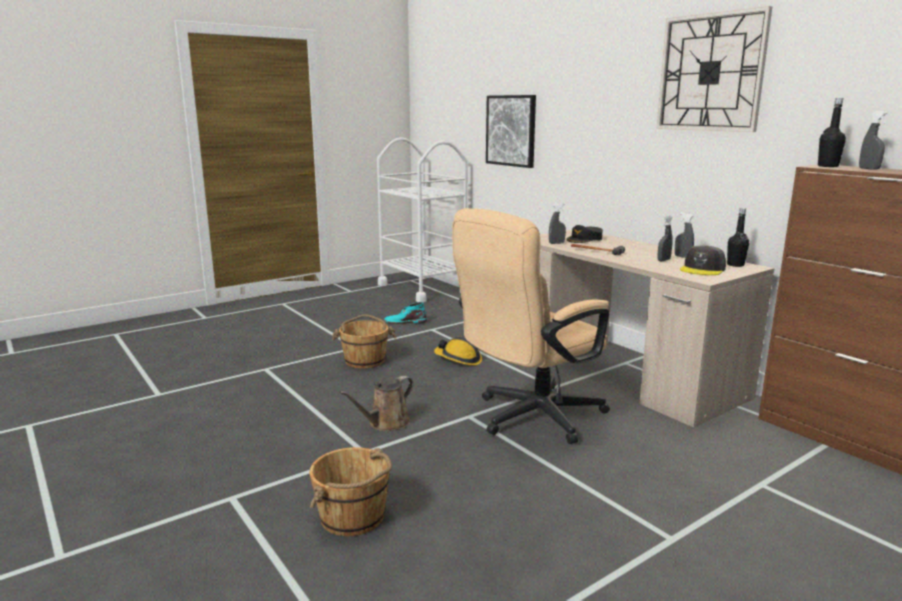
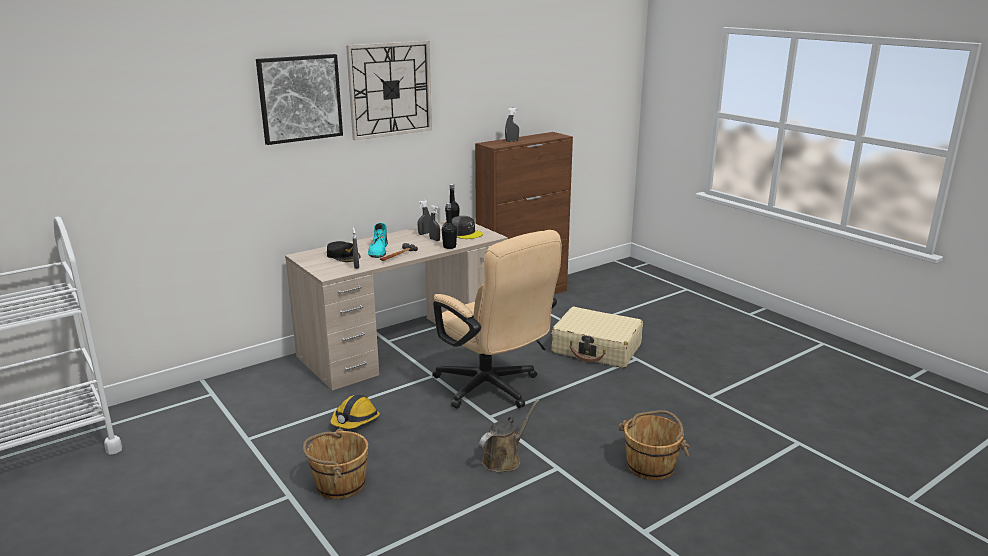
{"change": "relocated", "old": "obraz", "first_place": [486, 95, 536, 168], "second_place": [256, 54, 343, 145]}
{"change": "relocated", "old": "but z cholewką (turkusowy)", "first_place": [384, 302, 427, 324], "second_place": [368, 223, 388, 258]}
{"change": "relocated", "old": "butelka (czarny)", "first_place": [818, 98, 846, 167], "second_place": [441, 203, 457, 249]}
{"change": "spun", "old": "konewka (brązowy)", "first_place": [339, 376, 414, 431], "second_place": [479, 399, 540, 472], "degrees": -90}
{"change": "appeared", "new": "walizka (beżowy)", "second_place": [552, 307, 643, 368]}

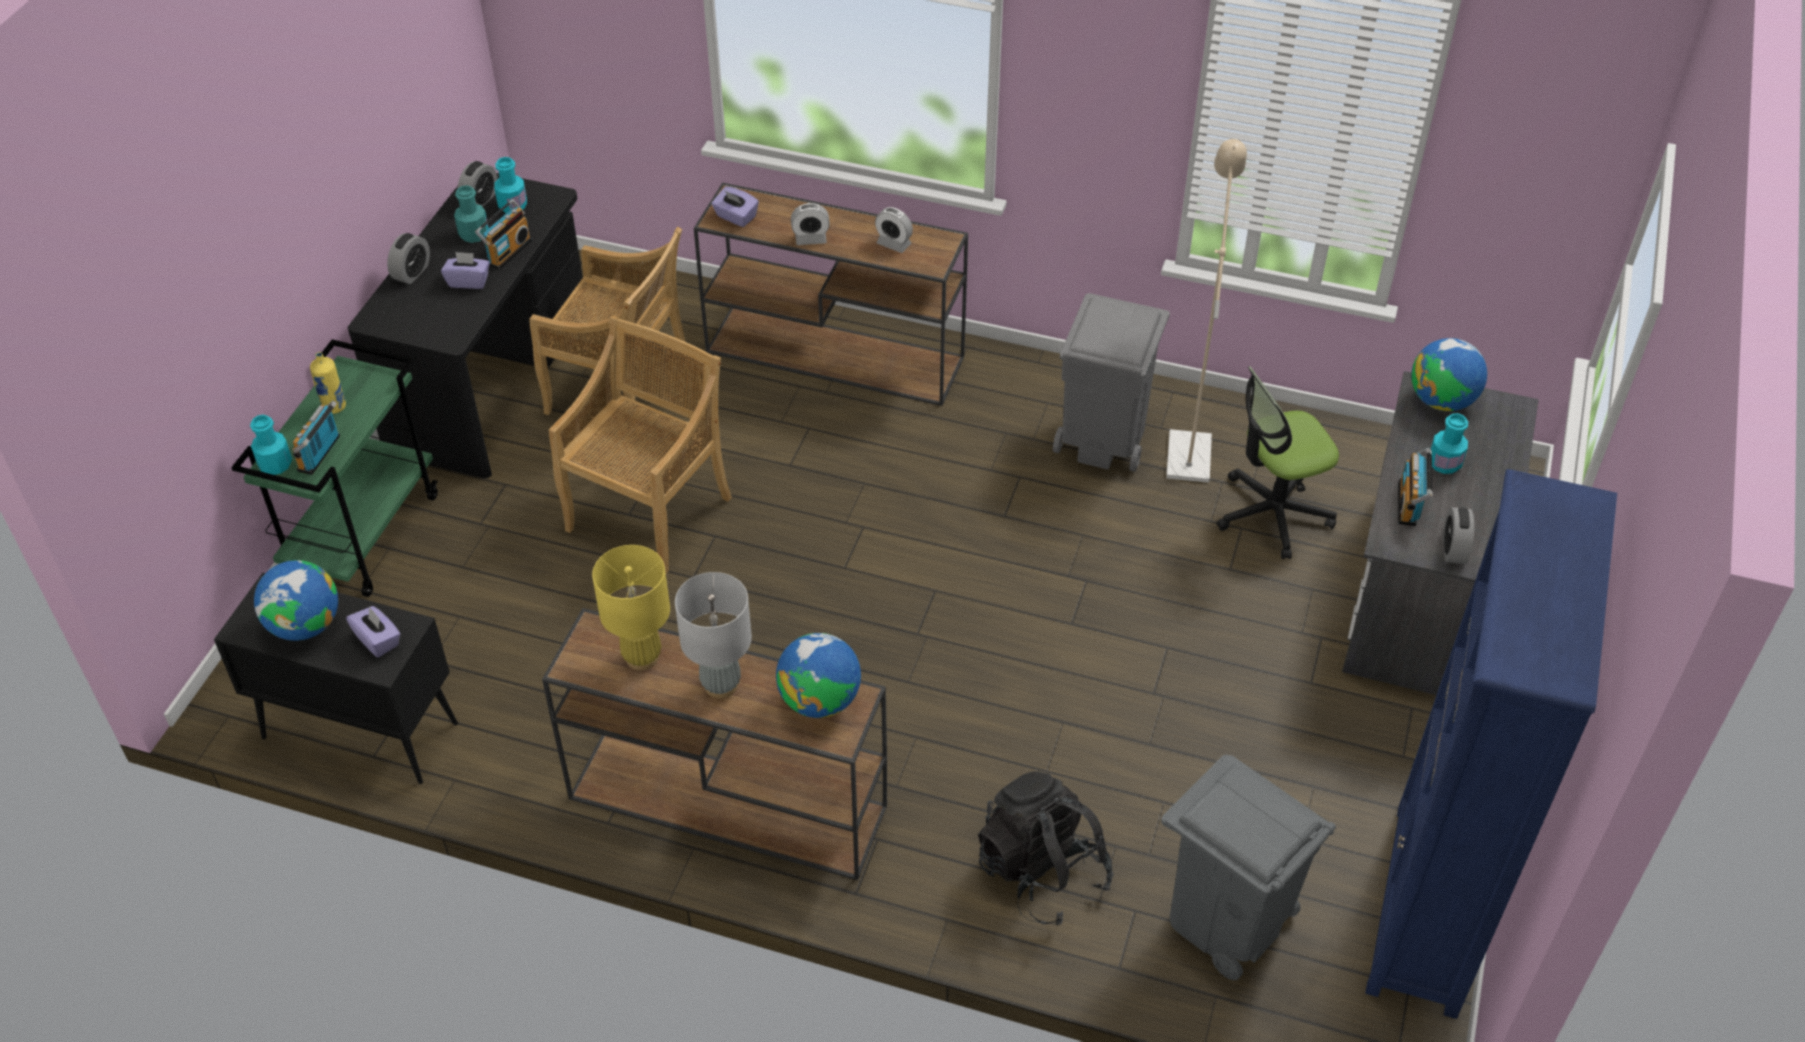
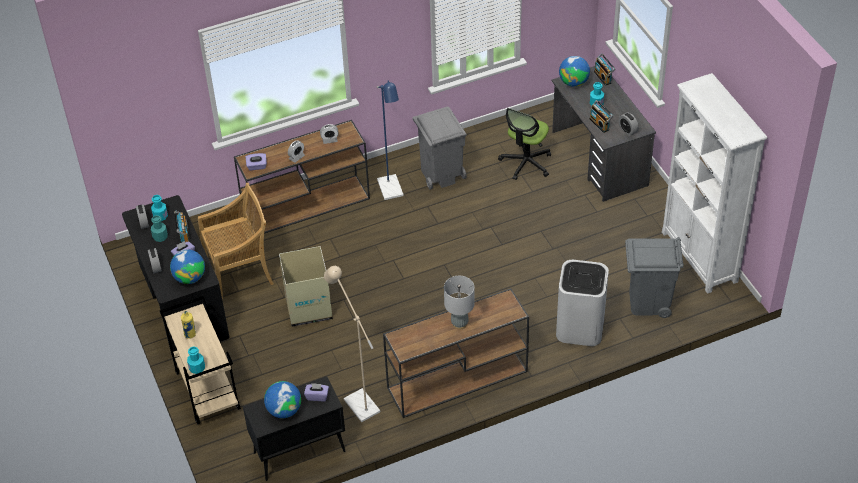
{"change": "colour", "old": "wózek (zielony)", "new": "wózek (beżowy)", "first_place": [231, 339, 438, 597], "second_place": [160, 296, 241, 424]}
{"change": "relocated", "old": "globus", "first_place": [776, 633, 861, 718], "second_place": [170, 250, 205, 284]}
{"change": "exchanged", "old": "krzesło (beżowy)", "new": "karton", "first_place": [549, 316, 732, 574], "second_place": [279, 246, 333, 327]}
{"change": "relocated", "old": "lampa stojąca (beżowy)", "first_place": [1166, 139, 1247, 483], "second_place": [324, 266, 380, 422]}
{"change": "appeared", "new": "lampa stojąca (niebieski)", "second_place": [377, 80, 404, 200]}
{"change": "exchanged", "old": "plecak (czarny)", "new": "kosz na śmieci (biały)", "first_place": [978, 771, 1113, 925], "second_place": [556, 260, 609, 346]}
{"change": "relocated", "old": "radio", "first_place": [292, 400, 340, 475], "second_place": [594, 53, 615, 86]}
{"change": "colour", "old": "regał (niebieski)", "new": "regał (biały)", "first_place": [1365, 469, 1617, 1019], "second_place": [662, 73, 767, 294]}
{"change": "missing", "old": "lampa stołowa (żółty)", "first_place": [592, 545, 670, 670]}

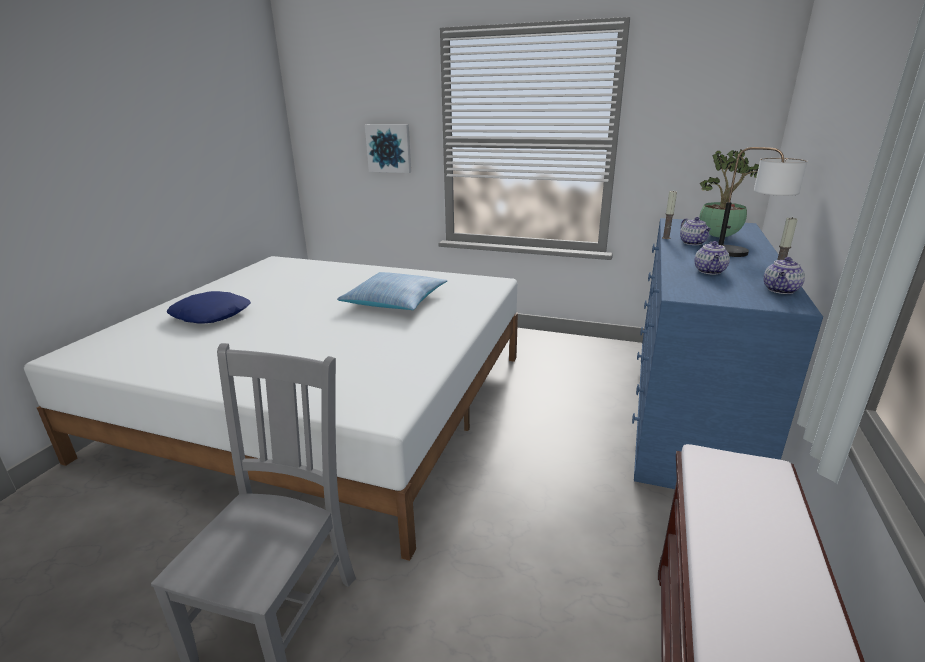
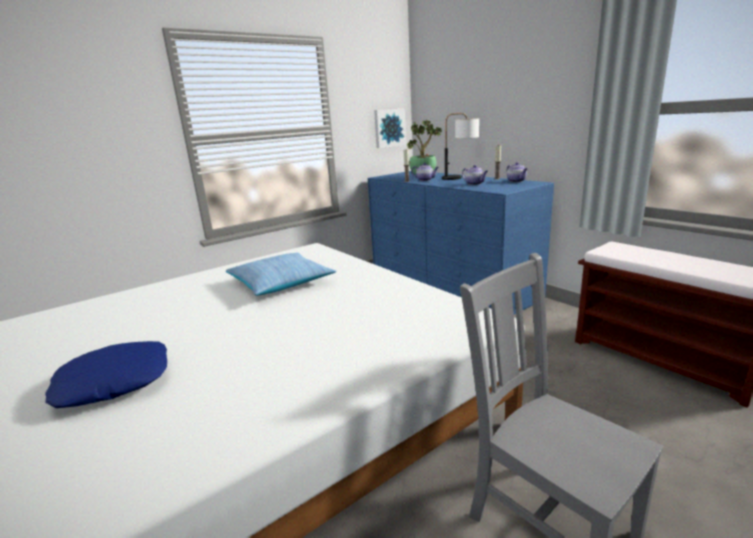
{"change": "relocated", "old": "obraz", "first_place": [365, 124, 411, 173], "second_place": [374, 109, 406, 148]}

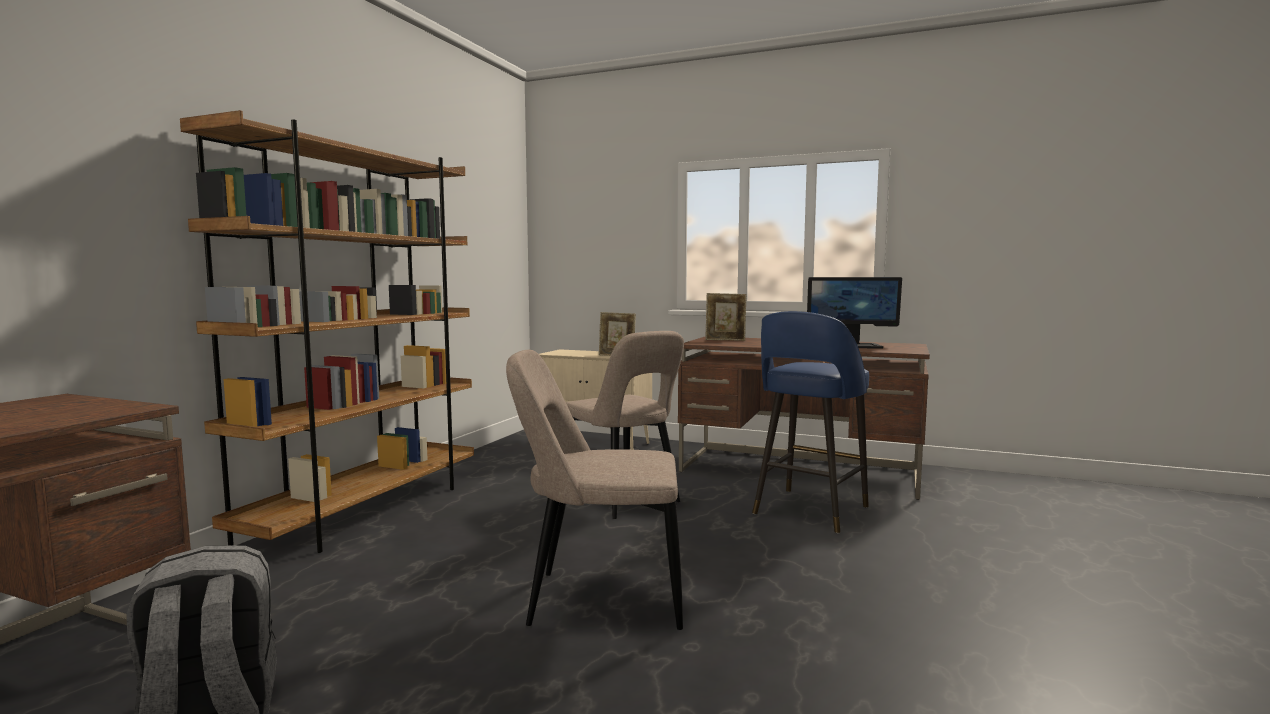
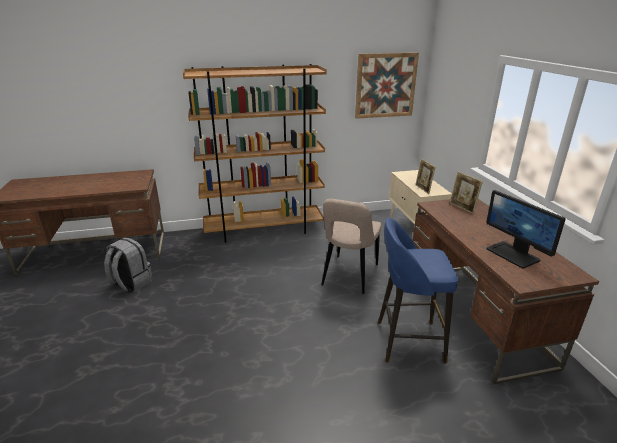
{"change": "appeared", "new": "obraz", "second_place": [355, 53, 419, 119]}
{"change": "missing", "old": "krzesło (beżowy)", "first_place": [506, 350, 683, 630]}

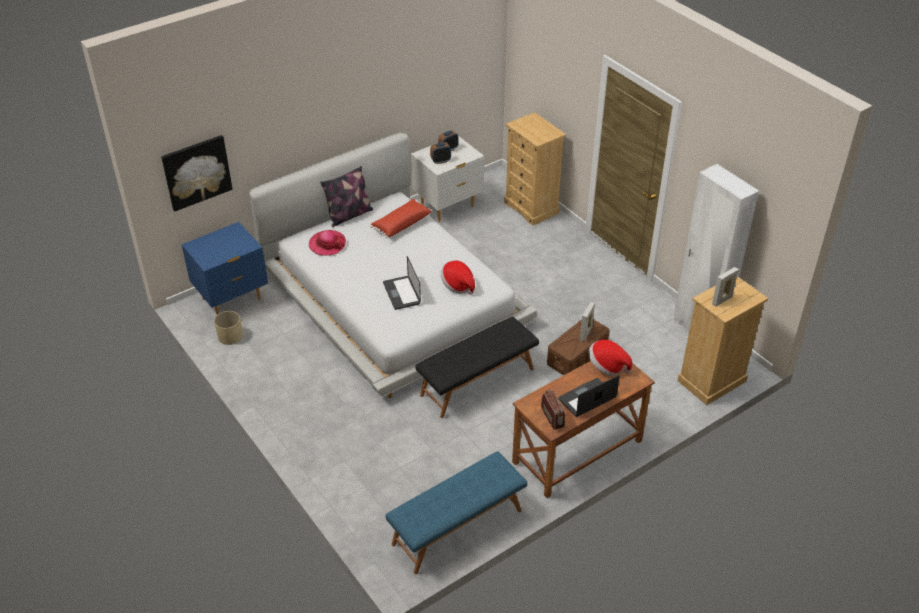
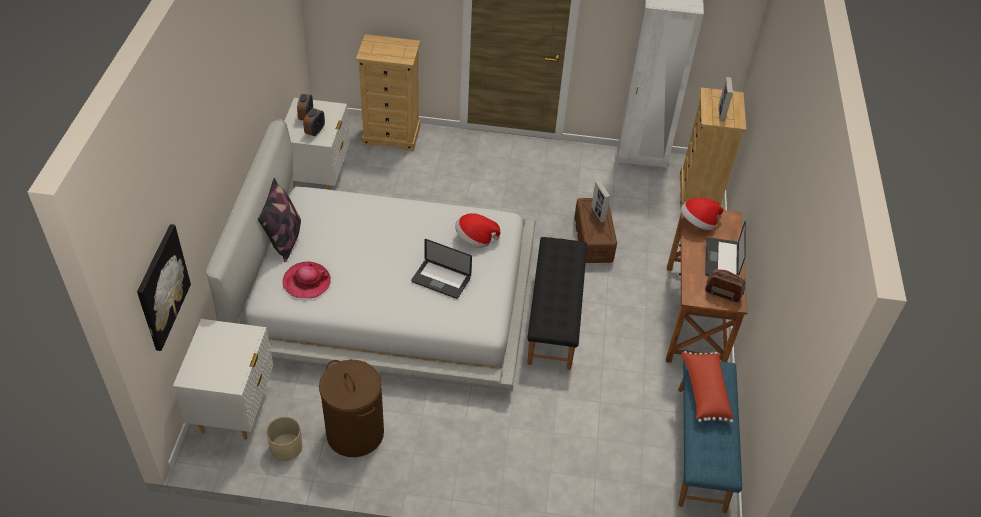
{"change": "colour", "old": "szafka nocna (niebieski)", "new": "szafka nocna (biały)", "first_place": [182, 222, 268, 315], "second_place": [173, 319, 273, 440]}
{"change": "appeared", "new": "kosz na pranie (brązowy)", "second_place": [319, 360, 384, 457]}
{"change": "relocated", "old": "poduszka (czerwony)", "first_place": [370, 199, 433, 238], "second_place": [681, 351, 734, 423]}

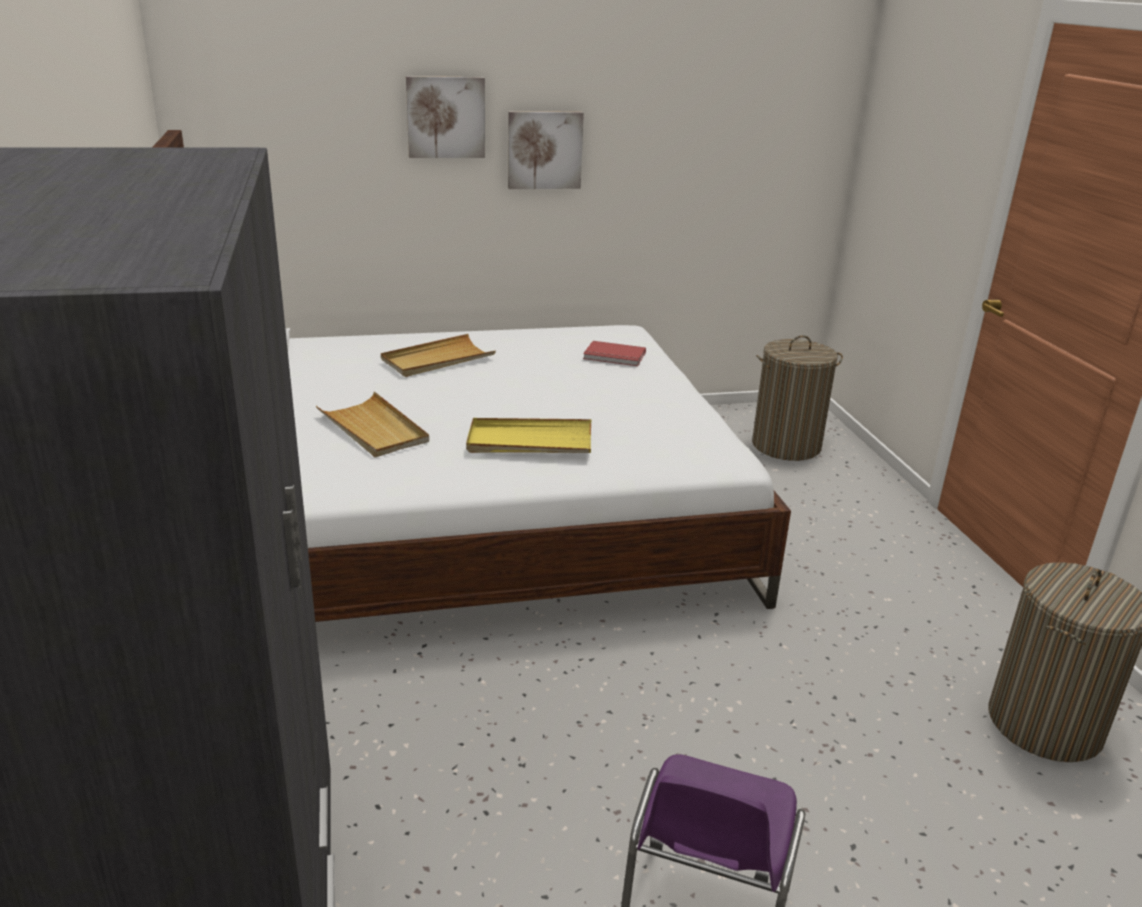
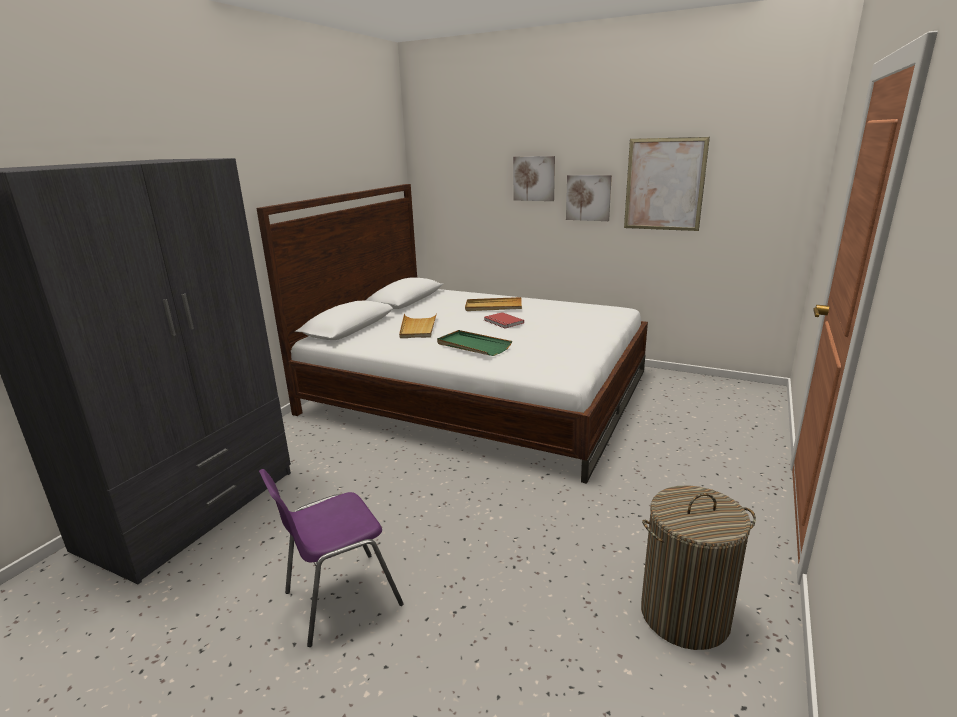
{"change": "colour", "old": "taca (żółty)", "new": "taca (zielony)", "first_place": [466, 418, 591, 453], "second_place": [437, 330, 512, 356]}
{"change": "relocated", "old": "książka (czerwony)", "first_place": [583, 341, 646, 366], "second_place": [484, 312, 524, 328]}
{"change": "appeared", "new": "obraz", "second_place": [624, 137, 710, 231]}
{"change": "missing", "old": "kosz na pranie", "first_place": [752, 335, 843, 461]}

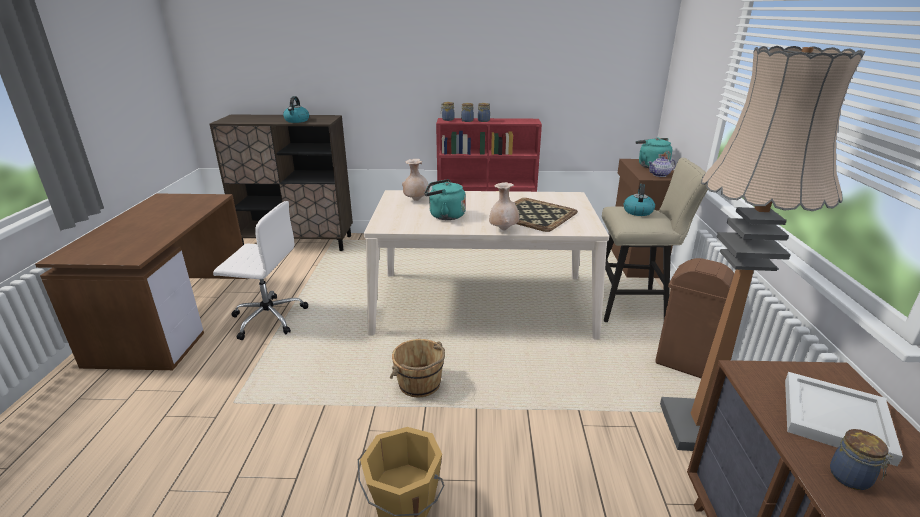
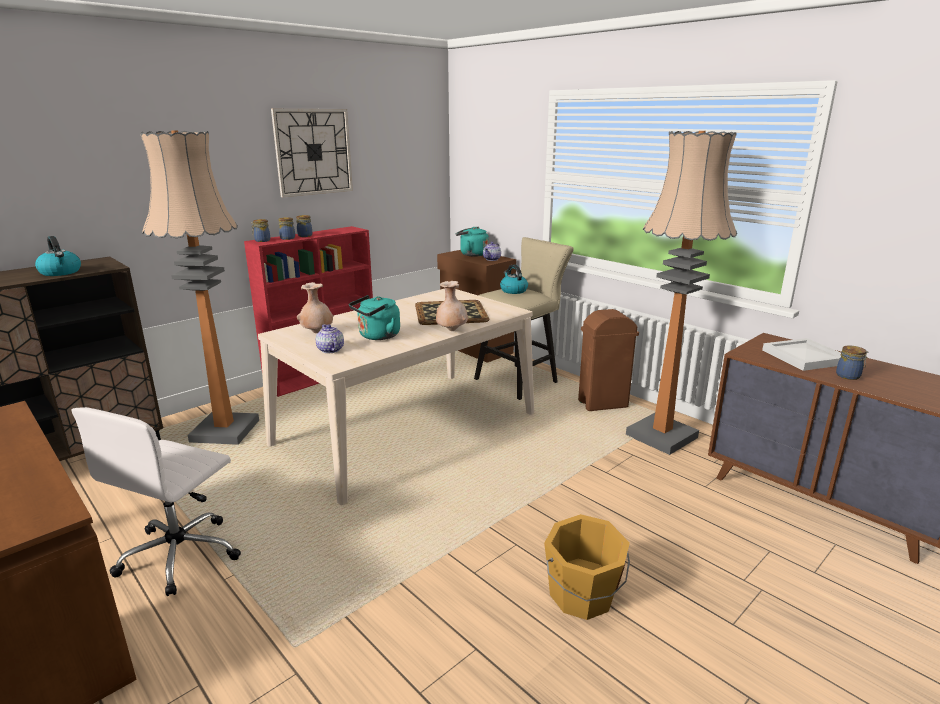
{"change": "spun", "old": "krzesło biurowe (biały)", "first_place": [213, 201, 308, 340], "second_place": [72, 407, 241, 596], "degrees": 150}
{"change": "appeared", "new": "lampa stojąca", "second_place": [140, 130, 259, 445]}
{"change": "appeared", "new": "zegar ścienny", "second_place": [271, 109, 353, 197]}
{"change": "appeared", "new": "imbryk", "second_place": [316, 324, 344, 353]}
{"change": "missing", "old": "wiadro (brązowy)", "first_place": [390, 339, 445, 397]}

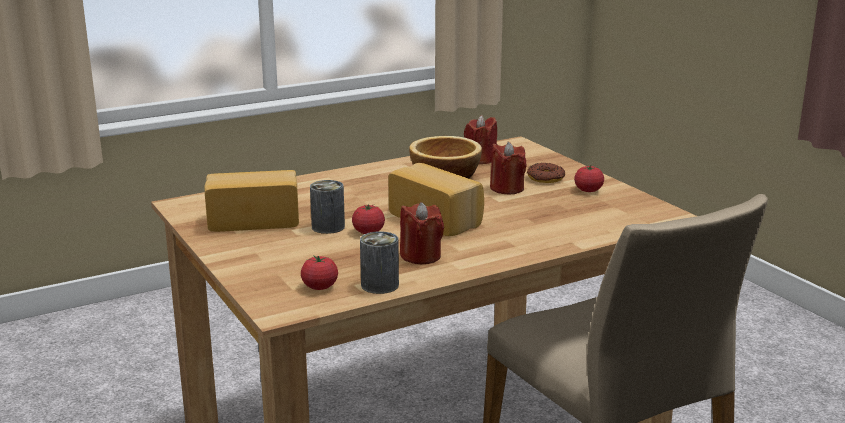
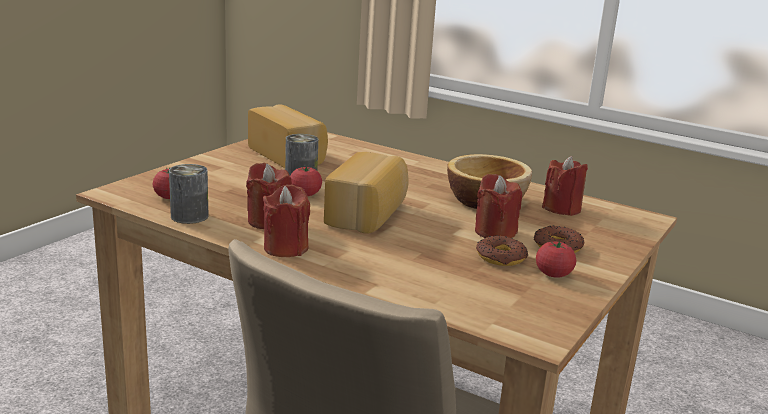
{"change": "appeared", "new": "świeca (czerwony)", "second_place": [263, 185, 310, 257]}
{"change": "appeared", "new": "donut", "second_place": [476, 236, 528, 266]}

